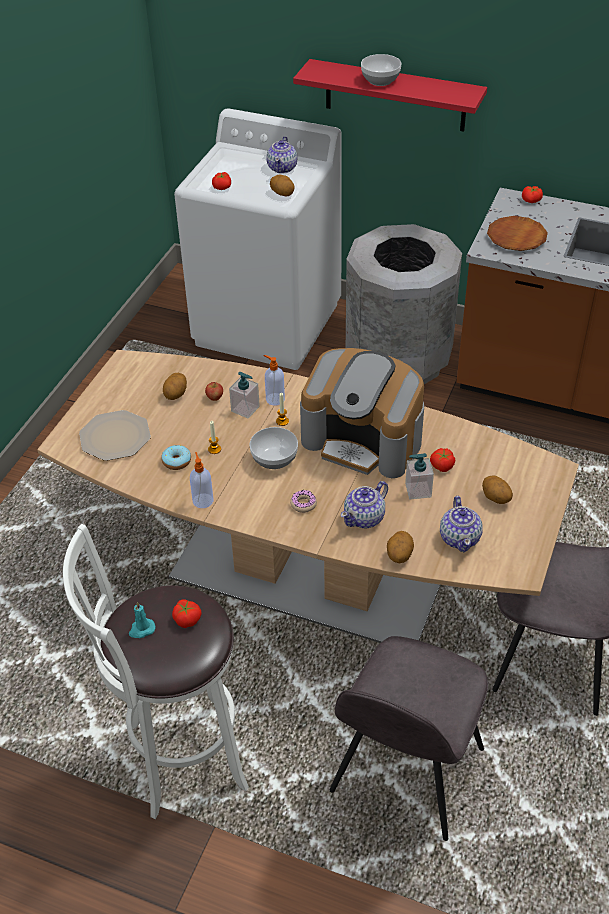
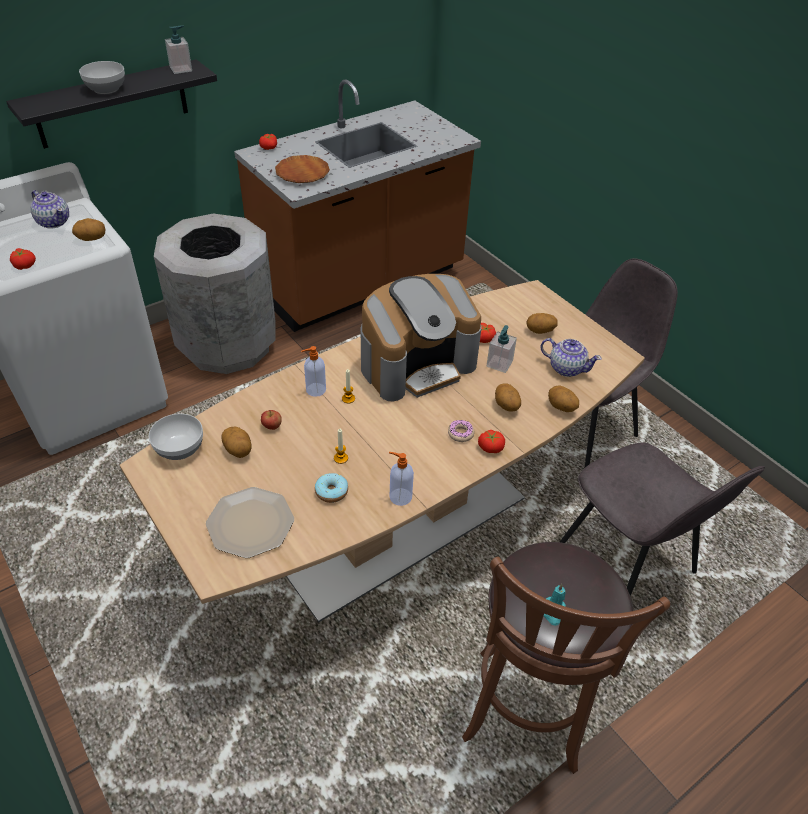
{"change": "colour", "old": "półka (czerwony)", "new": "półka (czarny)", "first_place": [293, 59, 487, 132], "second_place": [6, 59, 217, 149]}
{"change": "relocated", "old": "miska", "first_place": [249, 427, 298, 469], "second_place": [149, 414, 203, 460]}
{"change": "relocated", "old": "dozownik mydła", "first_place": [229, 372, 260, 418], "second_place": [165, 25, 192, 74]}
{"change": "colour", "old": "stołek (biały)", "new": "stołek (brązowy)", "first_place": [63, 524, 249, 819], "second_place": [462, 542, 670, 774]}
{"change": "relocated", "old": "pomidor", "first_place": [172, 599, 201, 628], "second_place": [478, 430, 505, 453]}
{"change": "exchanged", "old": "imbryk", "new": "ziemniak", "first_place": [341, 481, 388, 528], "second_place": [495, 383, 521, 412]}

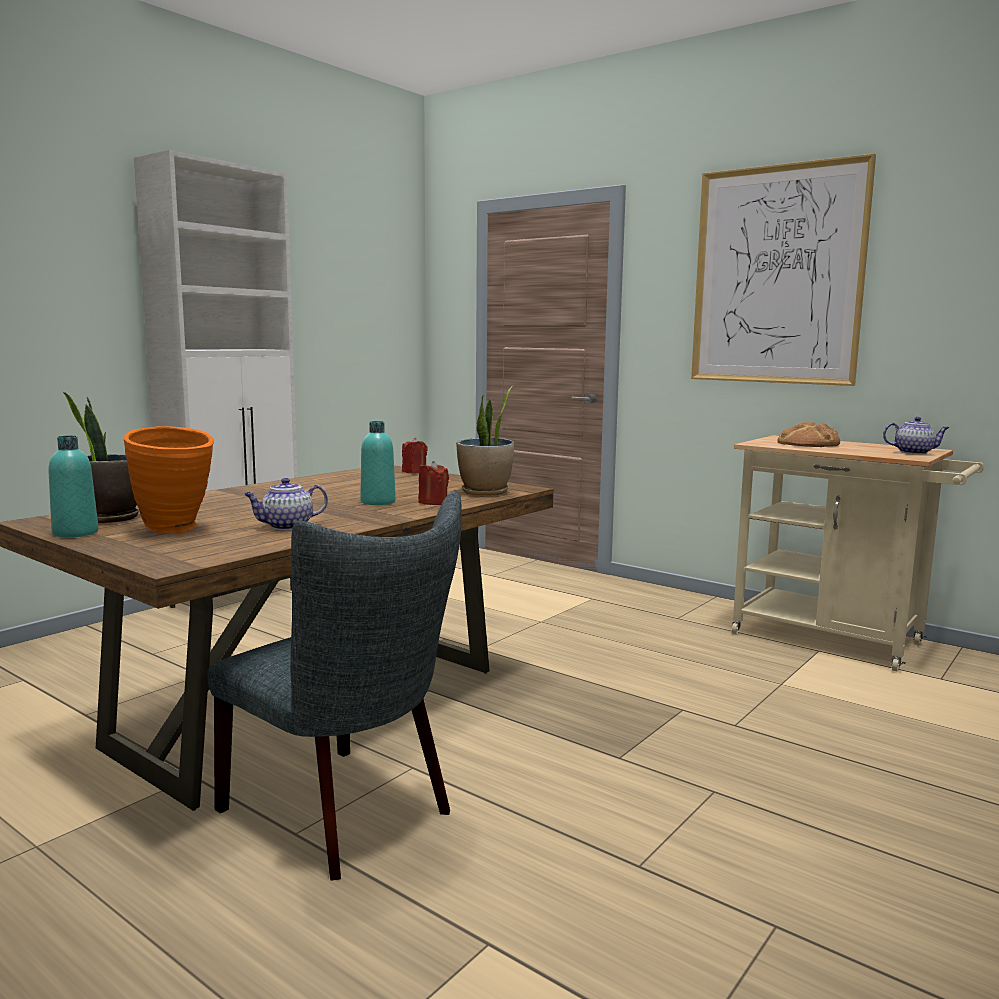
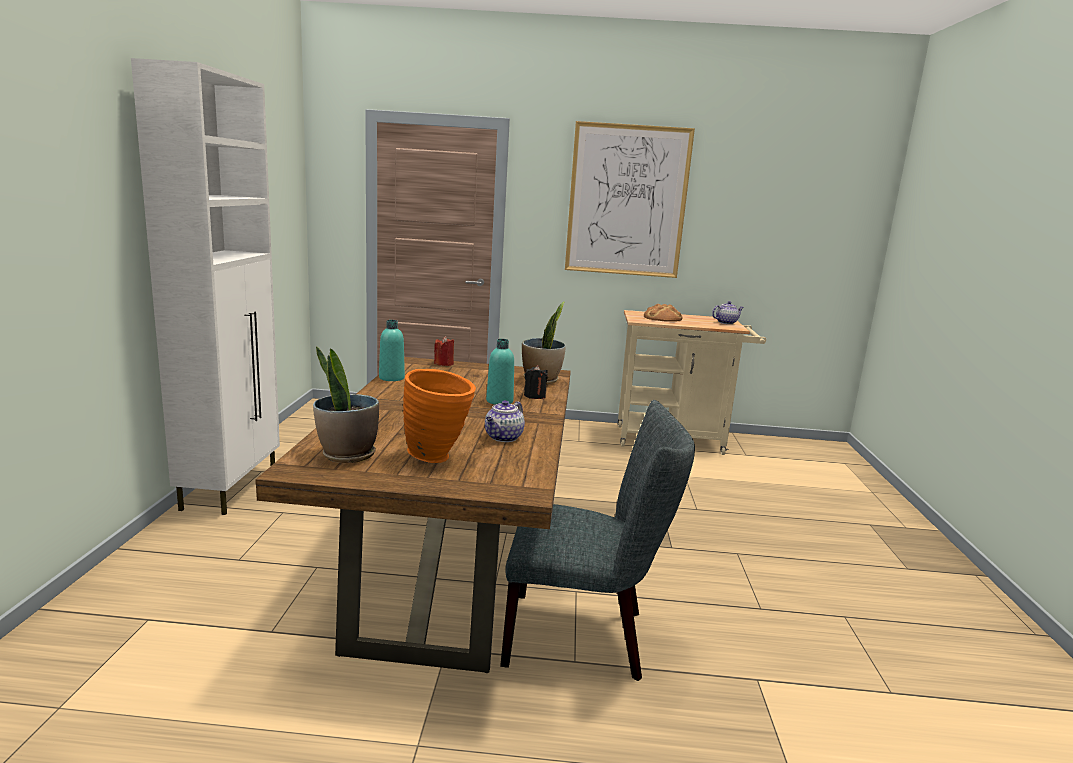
{"change": "relocated", "old": "butelka (turkusowy)", "first_place": [48, 436, 98, 538], "second_place": [379, 320, 405, 381]}
{"change": "colour", "old": "świeca (czerwony)", "new": "świeca (czarny)", "first_place": [418, 461, 449, 505], "second_place": [524, 365, 548, 399]}

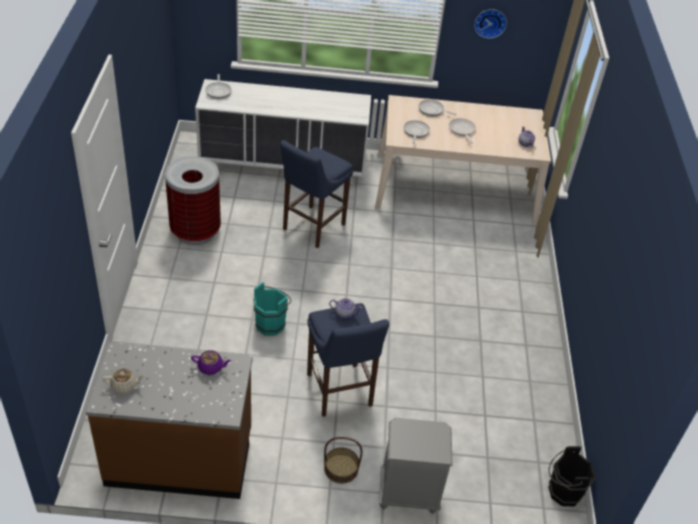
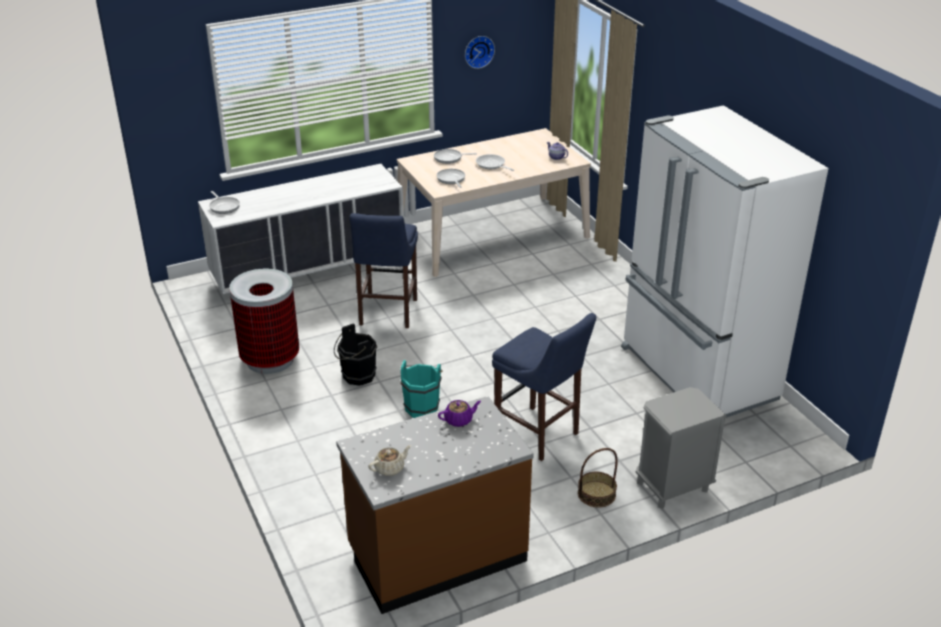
{"change": "relocated", "old": "wiadro (czarny)", "first_place": [548, 446, 595, 506], "second_place": [334, 324, 377, 386]}
{"change": "appeared", "new": "lodówka (biały)", "second_place": [621, 105, 829, 418]}
{"change": "missing", "old": "imbryk", "first_place": [329, 298, 362, 319]}

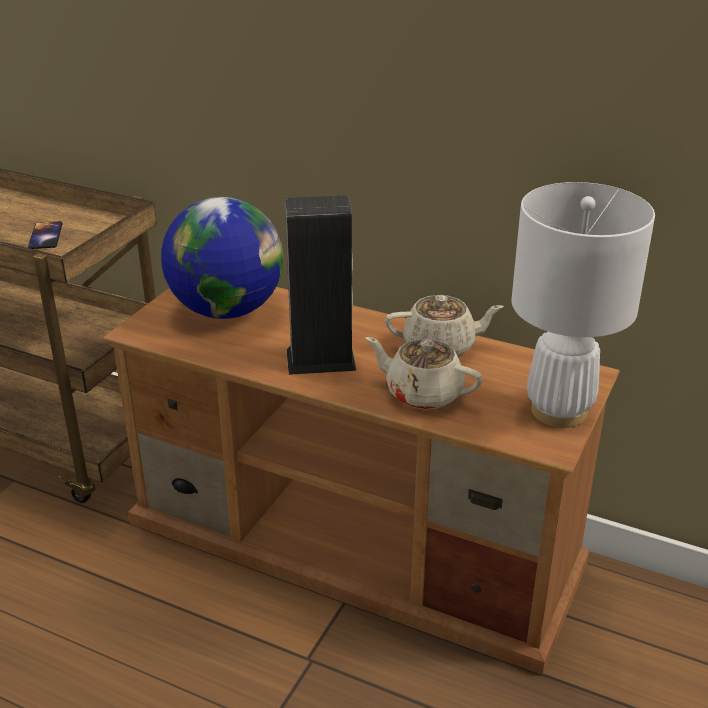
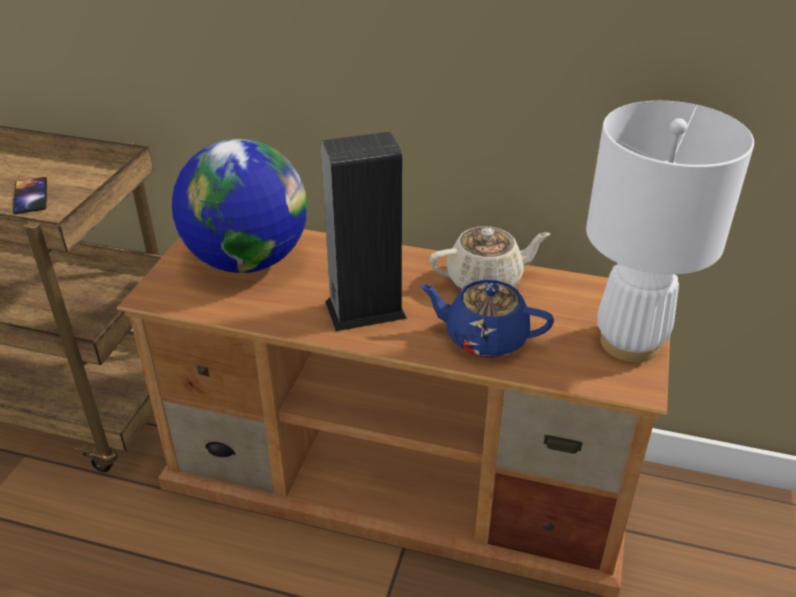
{"change": "colour", "old": "imbryk (beżowy)", "new": "imbryk (niebieski)", "first_place": [365, 337, 483, 410], "second_place": [419, 280, 554, 358]}

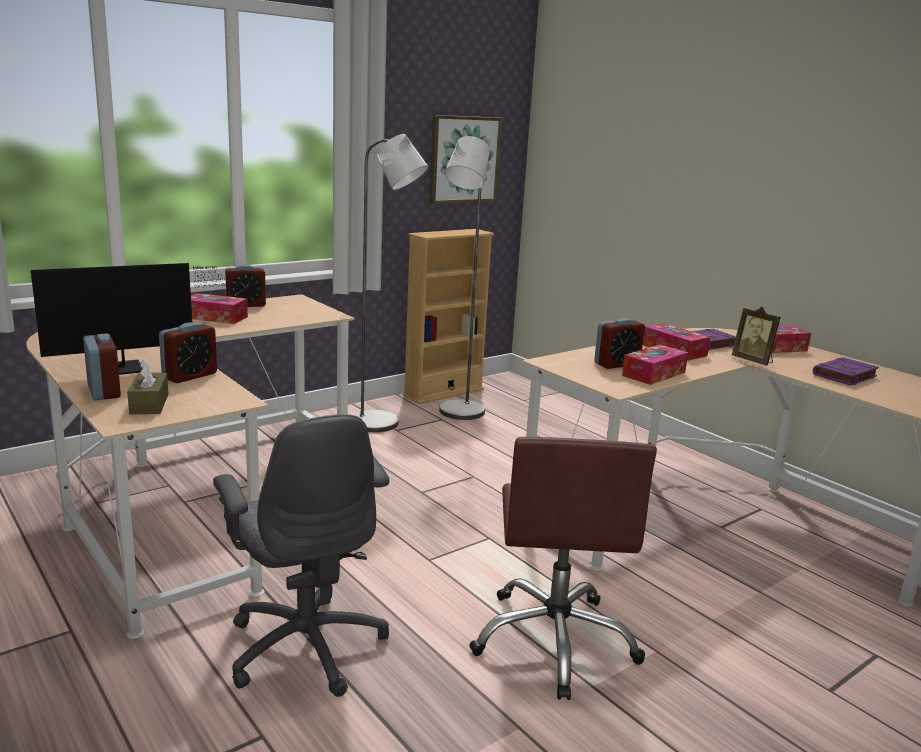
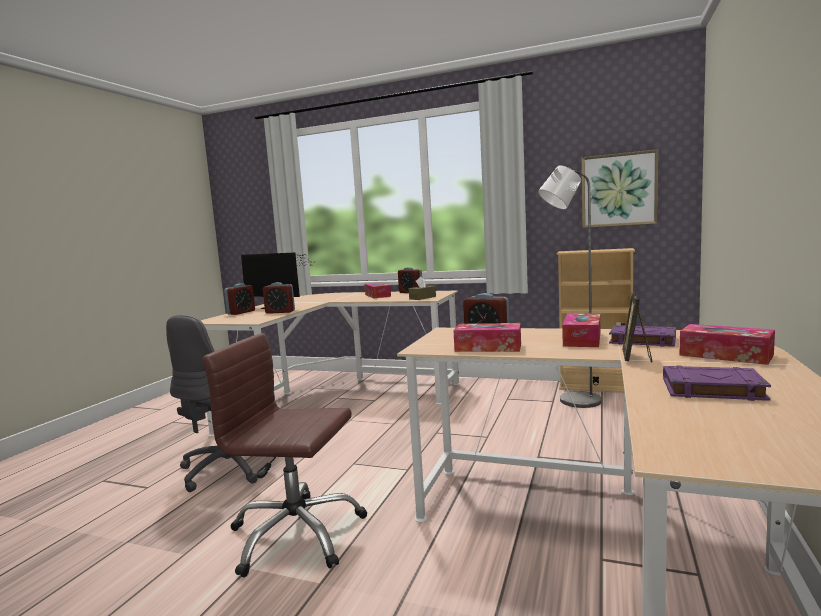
{"change": "spun", "old": "krzesło biurowe (brązowy)", "first_place": [469, 437, 657, 700], "second_place": [203, 333, 367, 577], "degrees": 45}
{"change": "relocated", "old": "pudełko chusteczek (brązowy)", "first_place": [127, 360, 168, 414], "second_place": [409, 277, 436, 300]}
{"change": "missing", "old": "lampa stojąca (szary)", "first_place": [353, 134, 428, 432]}

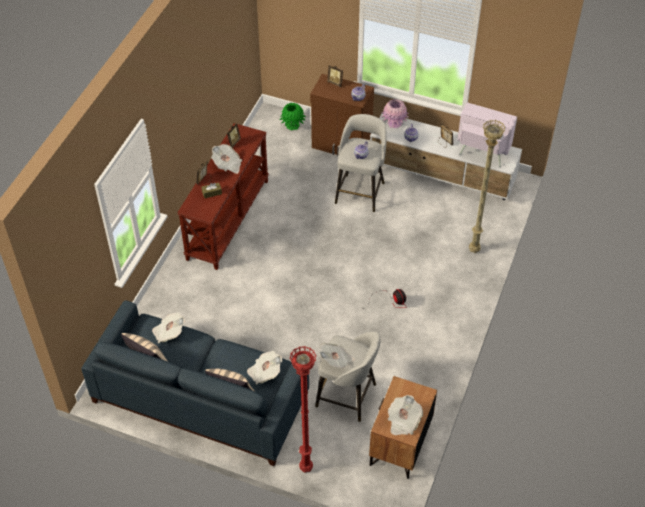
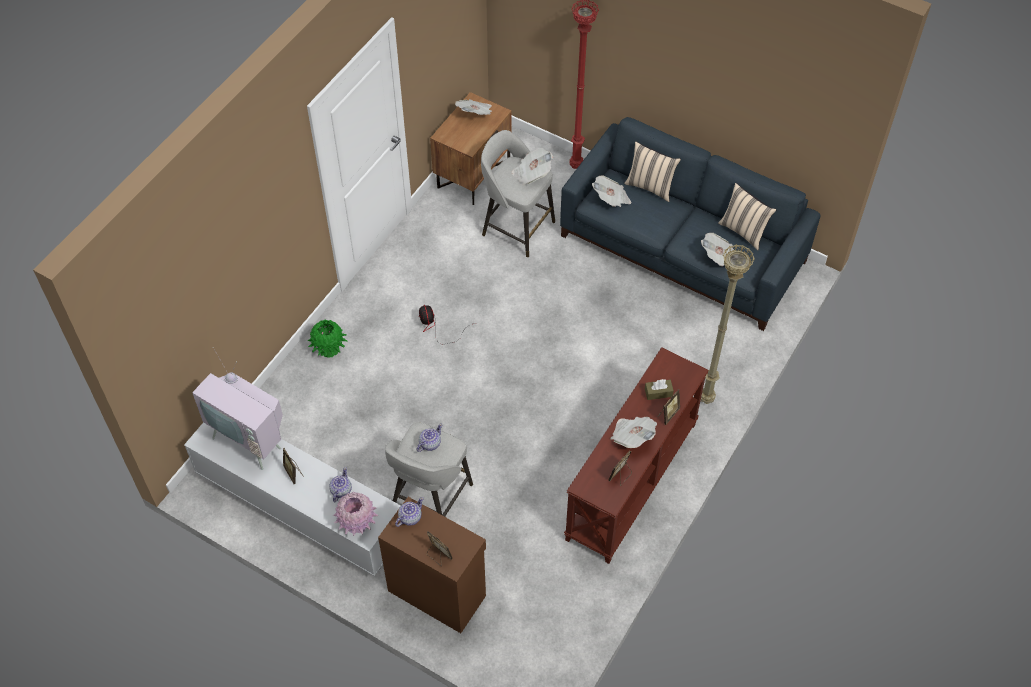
{"change": "relocated", "old": "wazon (zielony)", "first_place": [280, 103, 306, 130], "second_place": [308, 320, 347, 358]}
{"change": "relocated", "old": "lampa stojąca (beżowy)", "first_place": [469, 120, 505, 253], "second_place": [701, 245, 754, 404]}

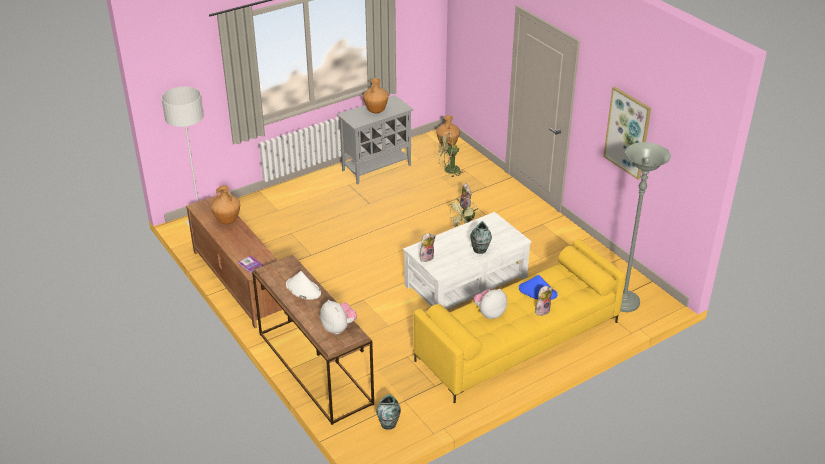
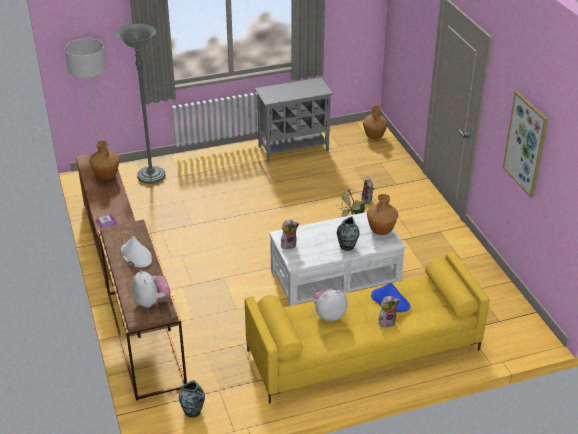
{"change": "relocated", "old": "lampa stojąca (szary)", "first_place": [620, 142, 671, 312], "second_place": [116, 24, 165, 184]}
{"change": "relocated", "old": "wazon (brązowy)", "first_place": [363, 78, 389, 113], "second_place": [367, 194, 398, 235]}
{"change": "missing", "old": "wentylator (zielony)", "first_place": [438, 132, 465, 177]}

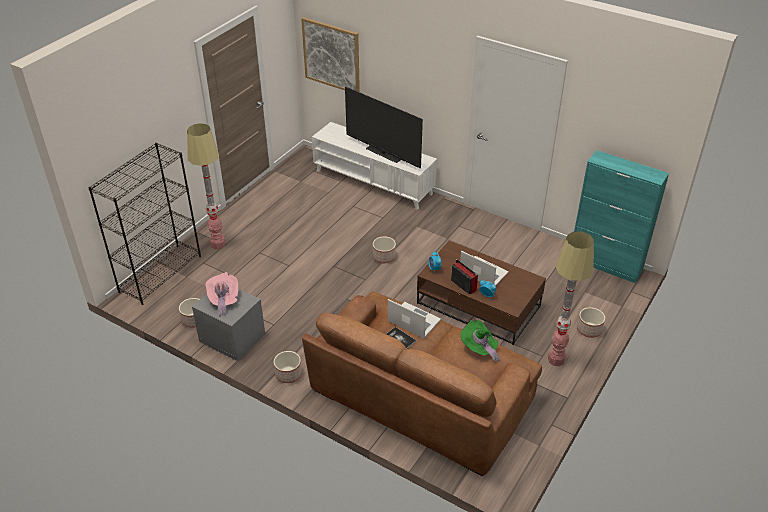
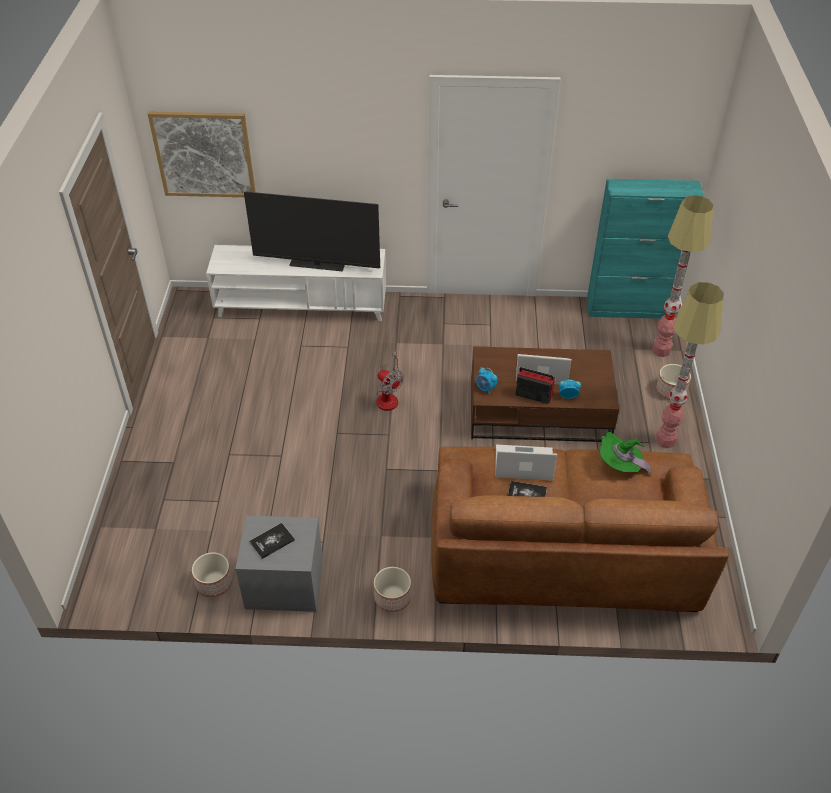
{"change": "exchanged", "old": "kapelusz (różowy)", "new": "książka", "first_place": [205, 272, 238, 317], "second_place": [249, 523, 295, 559]}
{"change": "exchanged", "old": "donica", "new": "wentylator", "first_place": [373, 237, 396, 263], "second_place": [376, 351, 404, 411]}
{"change": "relocated", "old": "lampa stojąca", "first_place": [187, 123, 226, 249], "second_place": [652, 195, 714, 357]}
{"change": "missing", "old": "regał (czarny)", "first_place": [88, 143, 201, 305]}

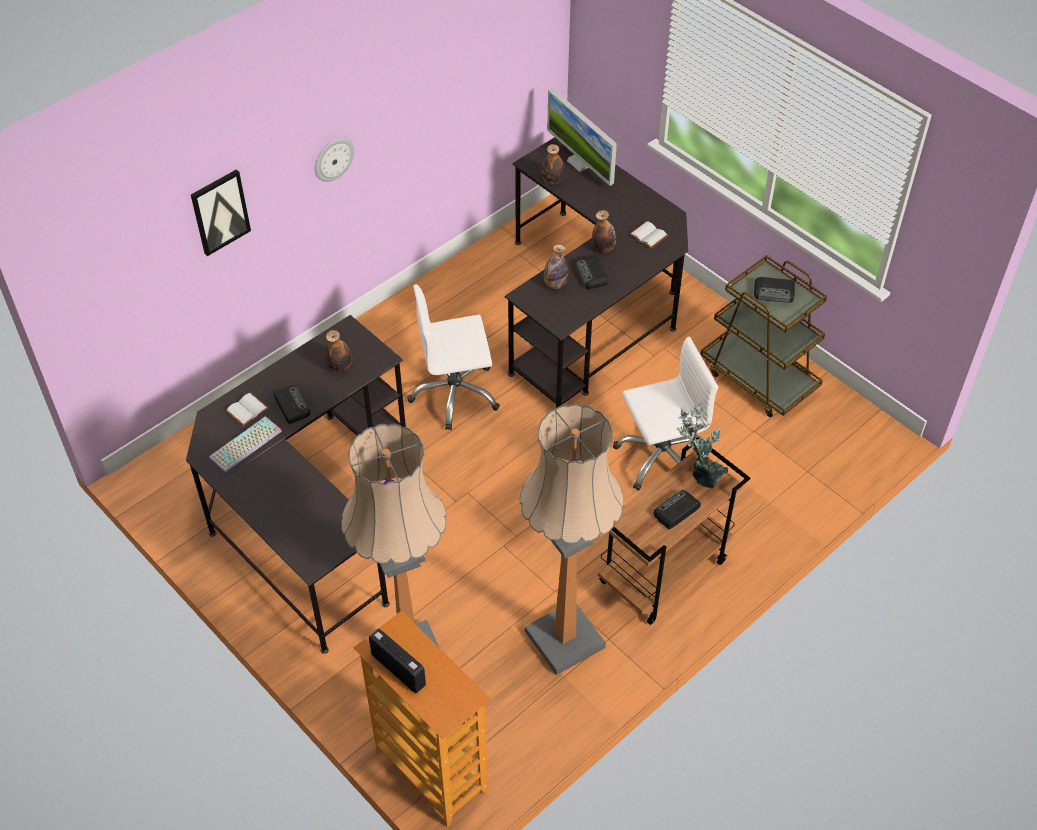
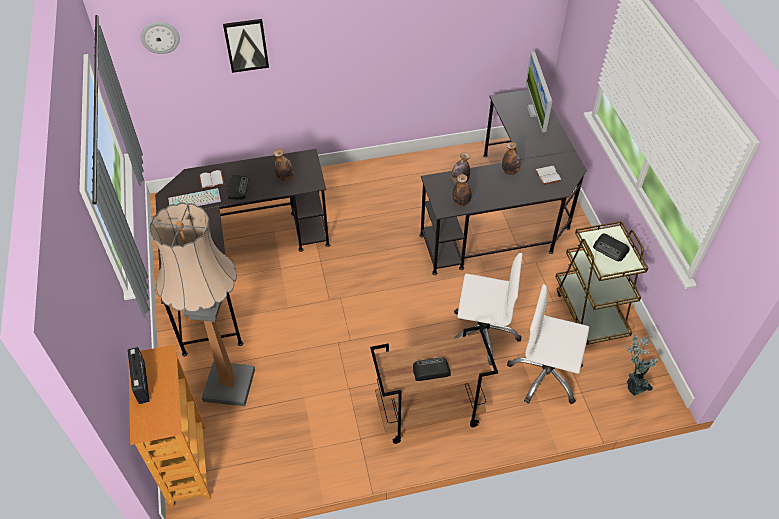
{"change": "relocated", "old": "zegar ścienny", "first_place": [315, 138, 354, 182], "second_place": [140, 22, 180, 54]}
{"change": "relocated", "old": "butelka", "first_place": [542, 144, 565, 185], "second_place": [453, 174, 472, 206]}
{"change": "relocated", "old": "krzesło biurowe (biały)", "first_place": [407, 284, 500, 430], "second_place": [507, 284, 589, 404]}
{"change": "relocated", "old": "roślina doniczkowa", "first_place": [677, 403, 728, 489], "second_place": [626, 334, 658, 396]}
{"change": "missing", "old": "lampa stojąca", "first_place": [520, 404, 624, 675]}
{"change": "missing", "old": "radio", "first_place": [575, 255, 608, 289]}

